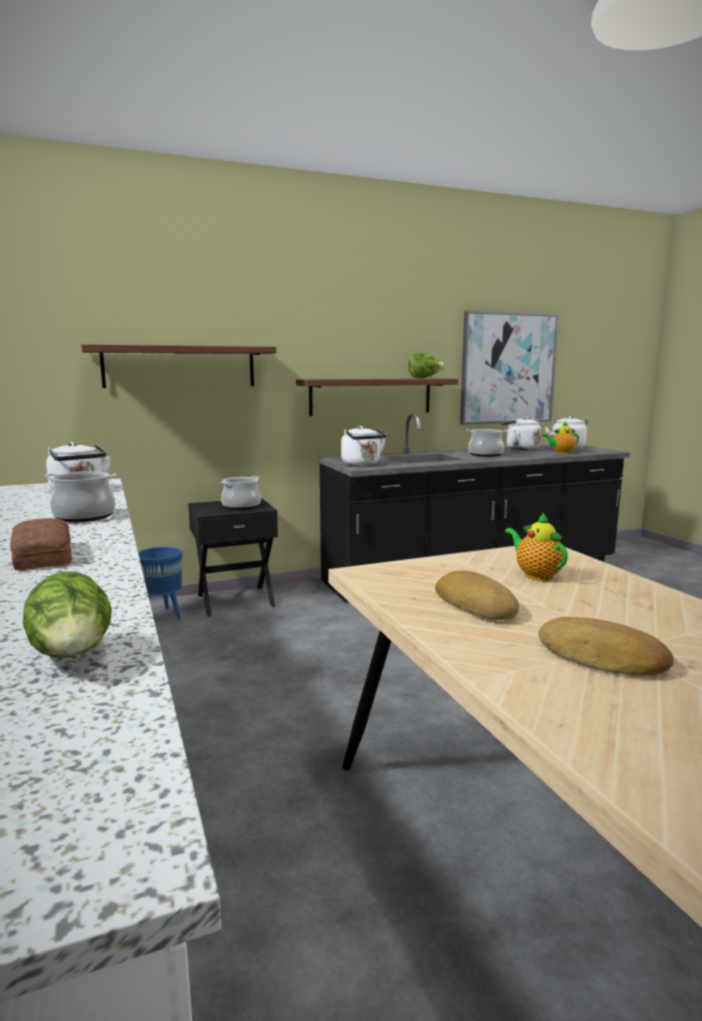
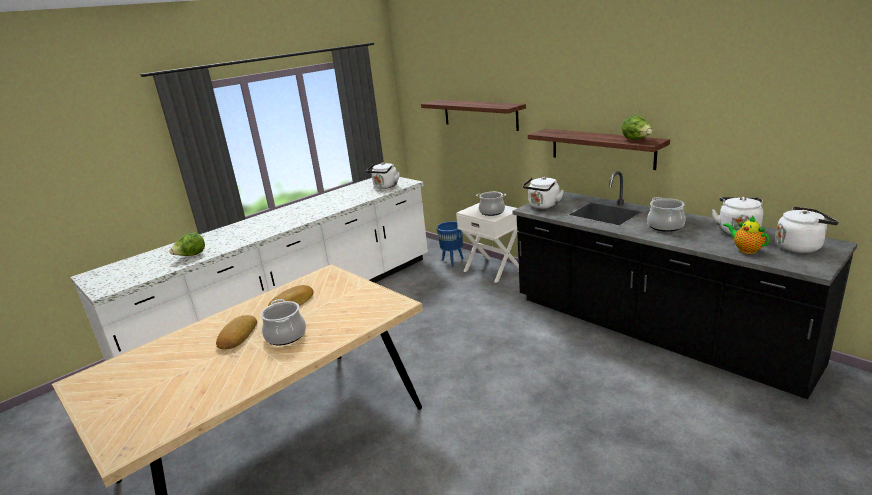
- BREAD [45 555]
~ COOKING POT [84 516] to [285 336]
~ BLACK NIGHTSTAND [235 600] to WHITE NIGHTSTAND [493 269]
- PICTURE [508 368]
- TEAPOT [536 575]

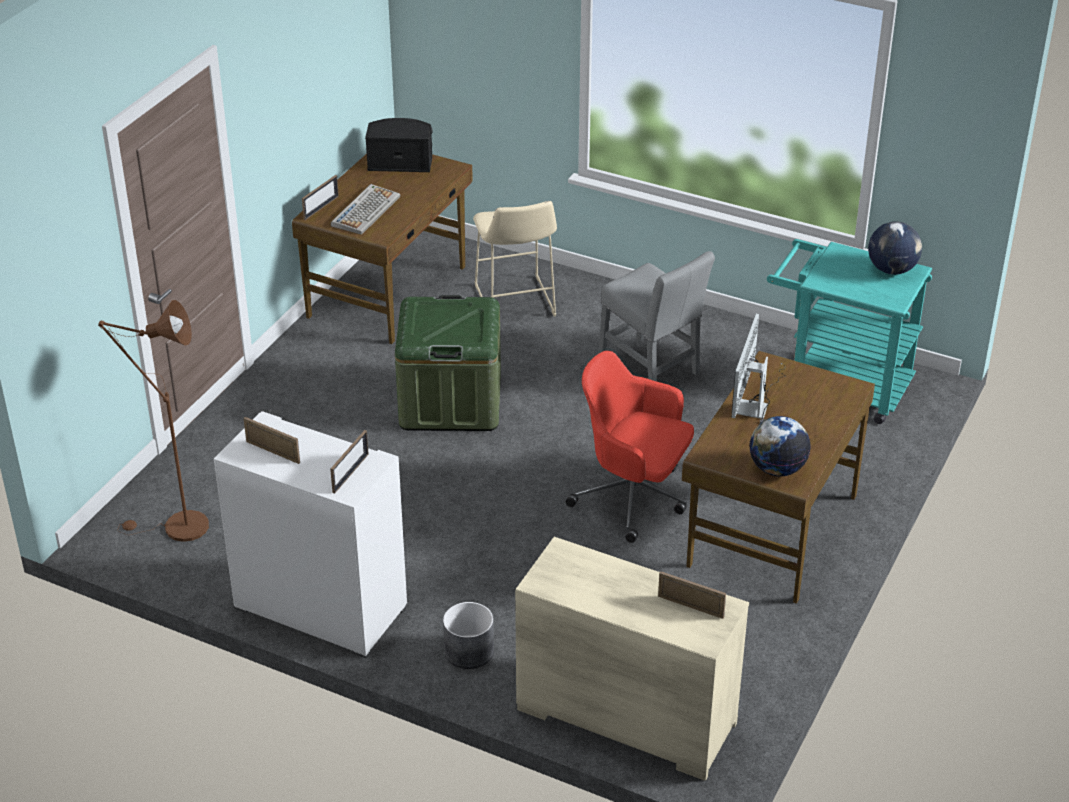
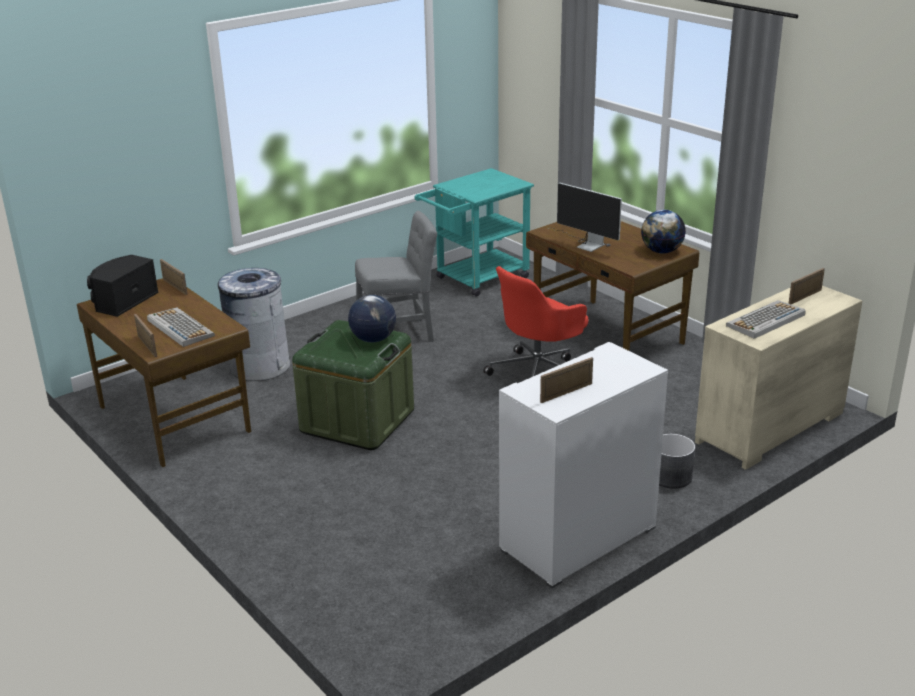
- BROWN FLOOR LAMP [177 528]
~ PICTURE FRAME [350 473] to [175 287]
~ BEIGE STOOL [515 304] to GREY TRASH CAN [260 366]
~ GLOBE [892 270] to [373 339]
+ KEYBOARD [765 321]

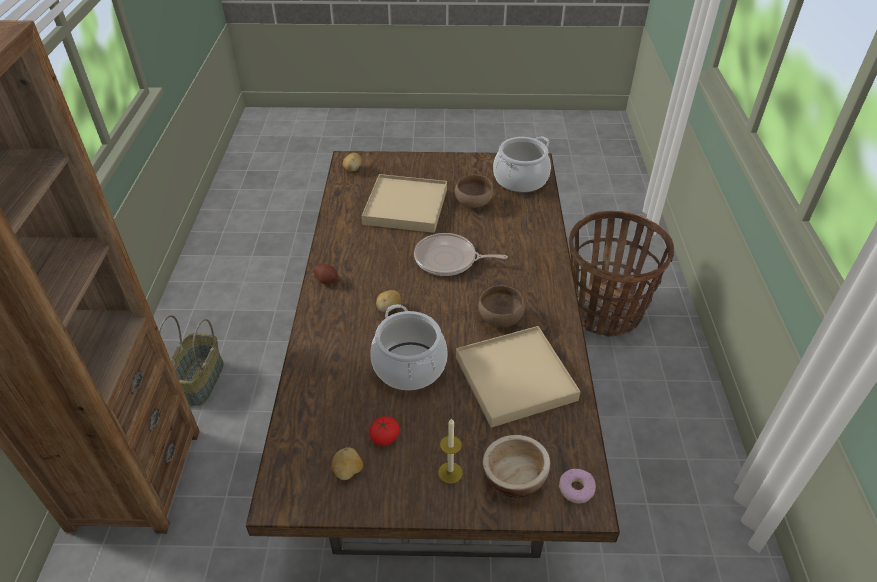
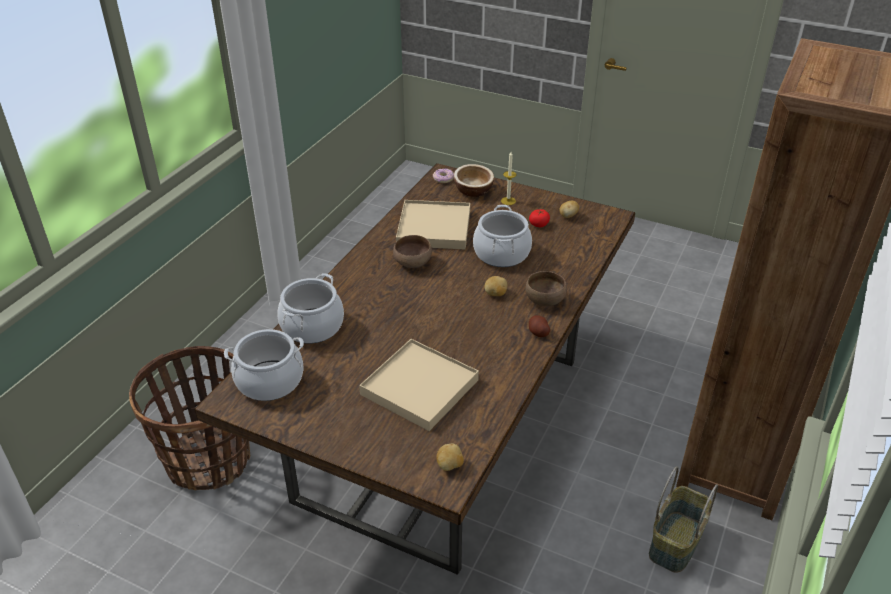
- FRYING PAN [449 260]
~ BROWN BOWL [474 203] to [544 299]
+ COOKING POT [312 326]

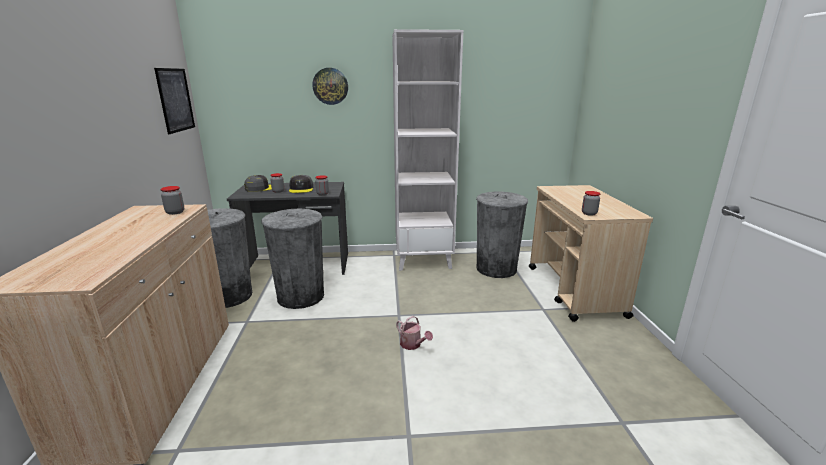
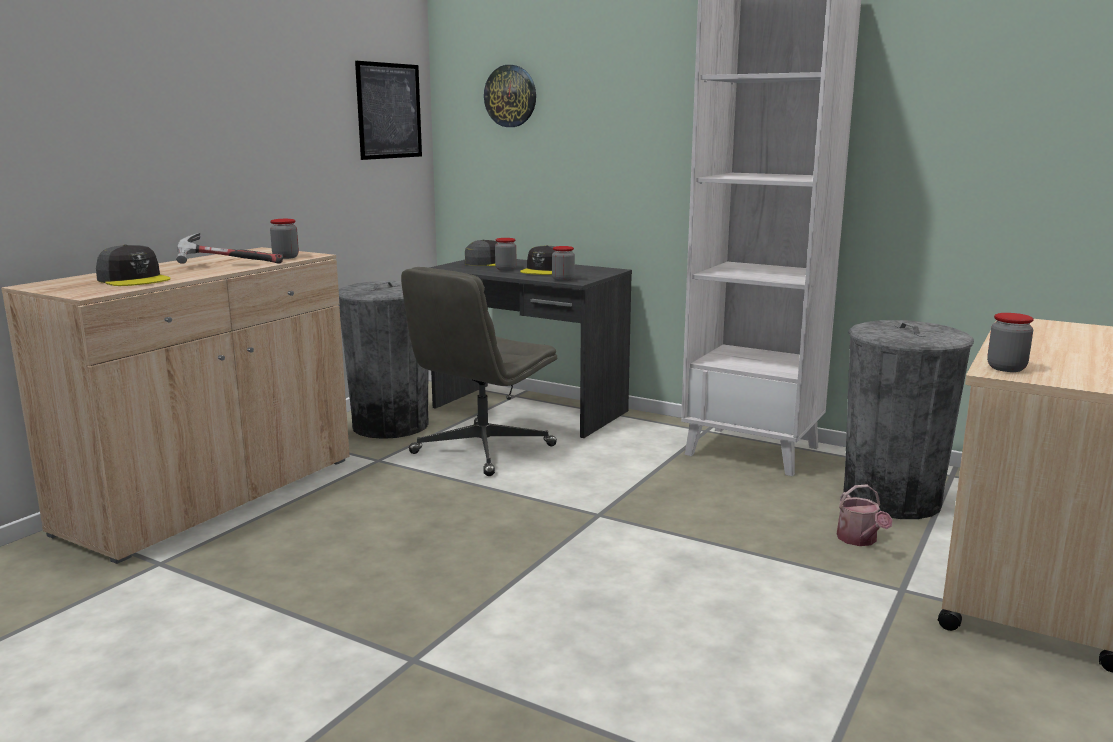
~ GREY TRASH CAN [300 296] to GREY OFFICE CHAIR [482 450]
~ WALL CLOCK [330 86] to [510 96]
~ WATERING CAN [413 345] to [859 540]
+ GREY CAP [134 279]
+ HAMMER [227 265]

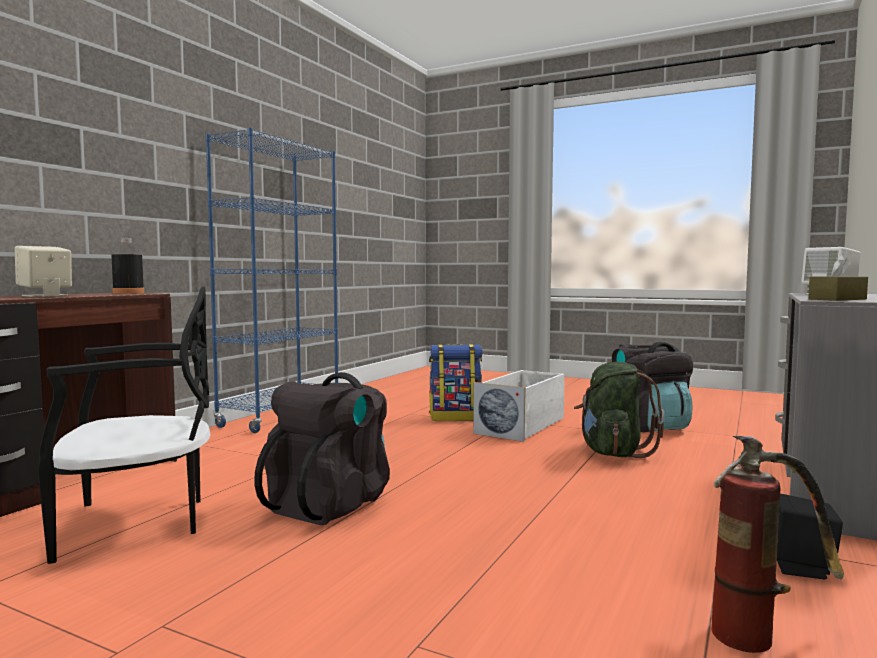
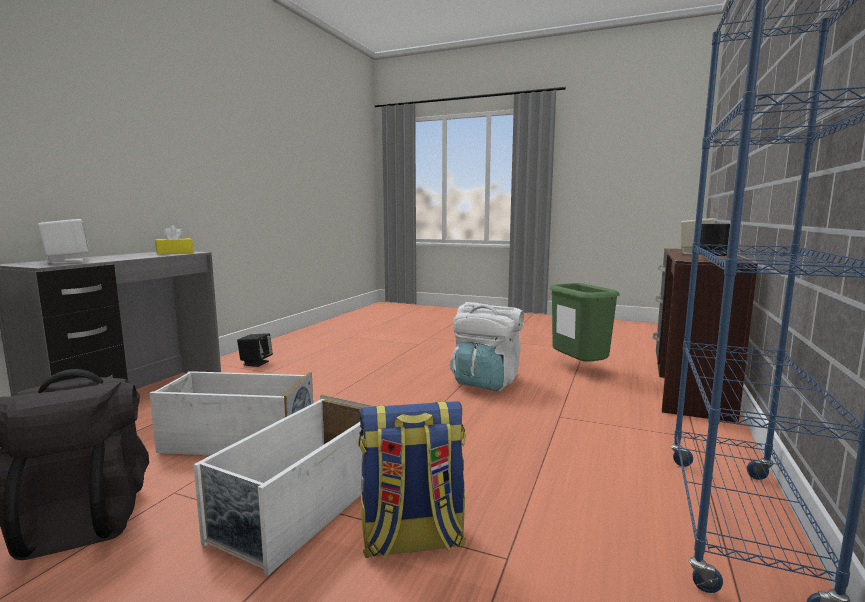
~ BLACK CHAIR [138 523] to GREEN TRASH CAN [577 369]
~ BLACK BACKPACK [330 504] to WHITE BACKPACK [486 382]
~ GREEN BACKPACK [613 452] to WHITE STORAGE BOX [237 441]
- FIRE EXTINGUISHER [757 630]
~ BROWN TISSUE BOX [837 299] to YELLOW TISSUE BOX [175 253]

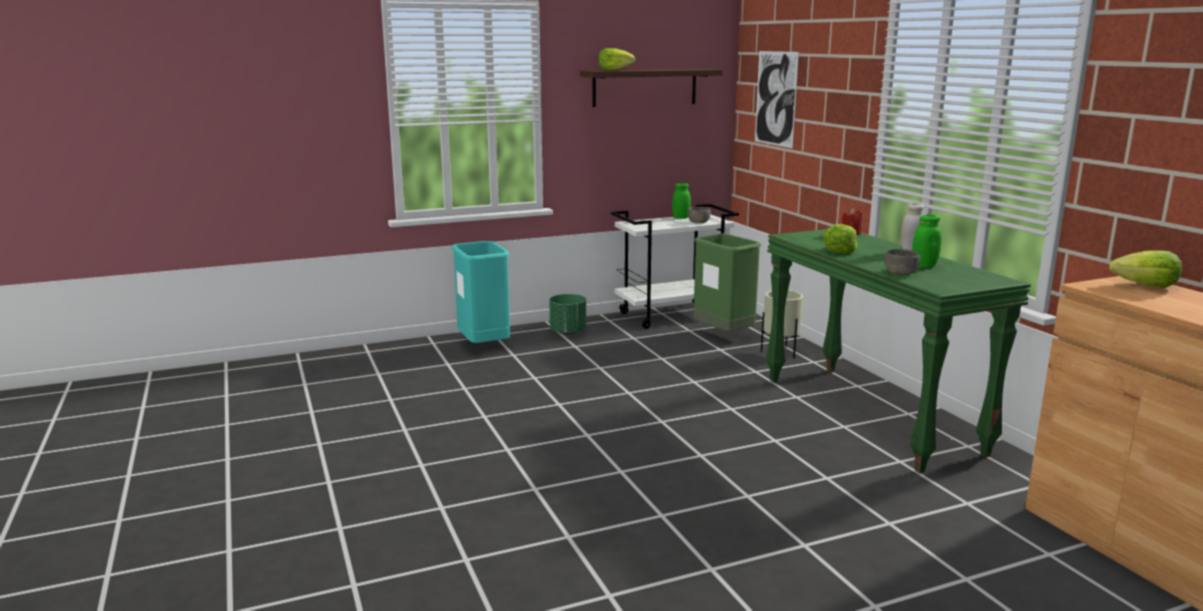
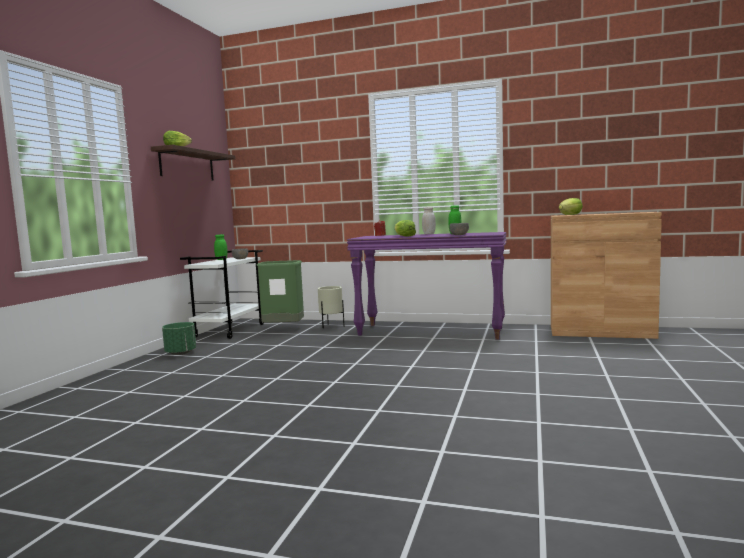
- TURQUOISE TRASH CAN [484 346]
- PICTURE [775 98]
~ GREEN CONSOLE TABLE [871 414] to PURPLE CONSOLE TABLE [430 331]

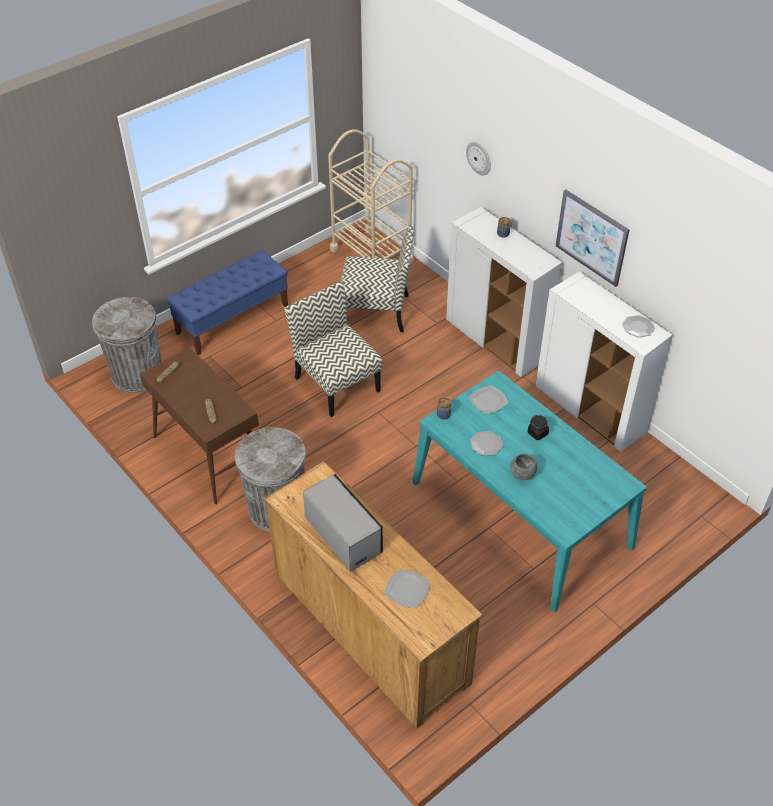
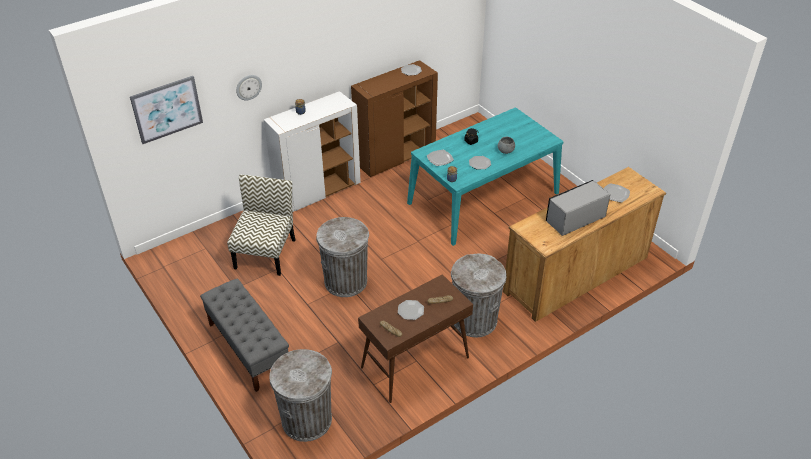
~ BLUE BENCH [233 319] to GREY BENCH [248 348]
~ CHAIR [336 383] to GREY TRASH CAN [345 281]
- BEIGE CART [371 255]
~ WHITE CABINET [591 410] to BROWN CABINET [395 157]
~ PICTURE [591 237] to [167 109]
+ PLATE [410 310]

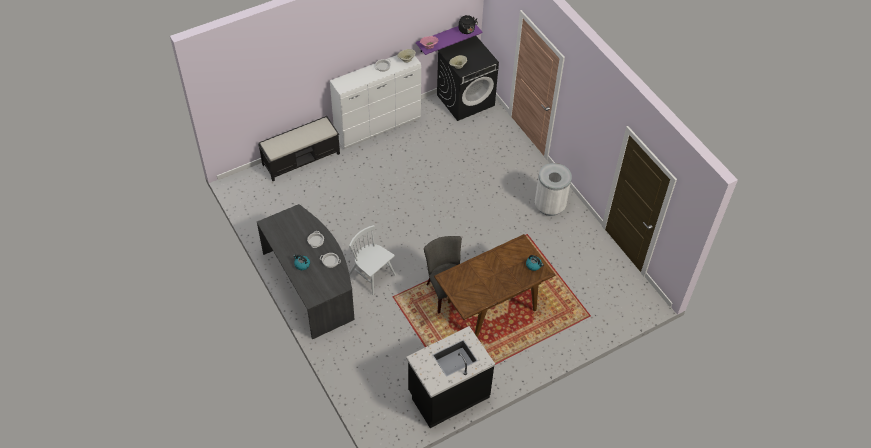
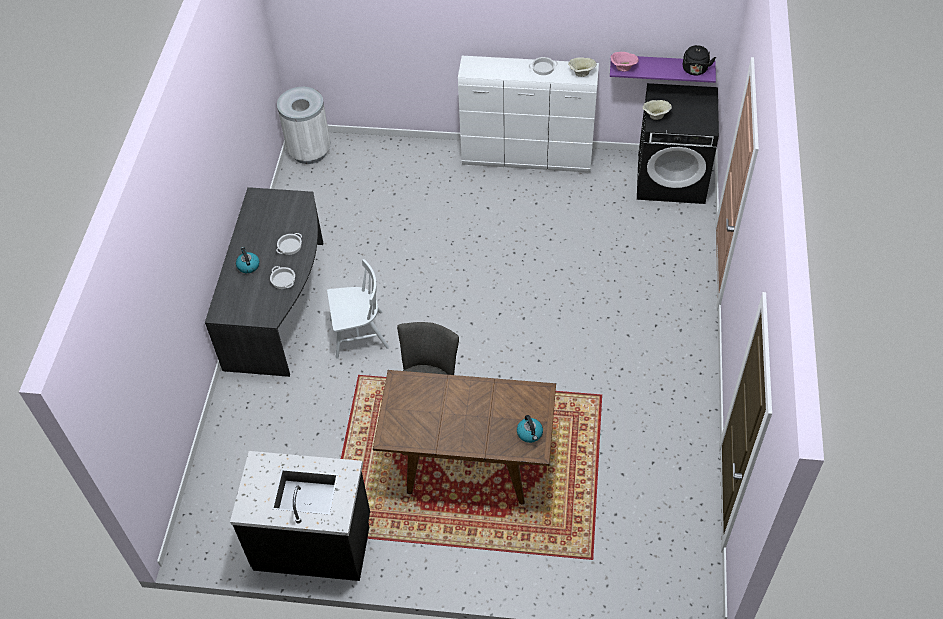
- BLACK BENCH [301 159]
~ WHITE CHAIR [372 275] = [358 334] 90 degrees clockwise
~ WHITE TRASH CAN [550 206] to [309 151]

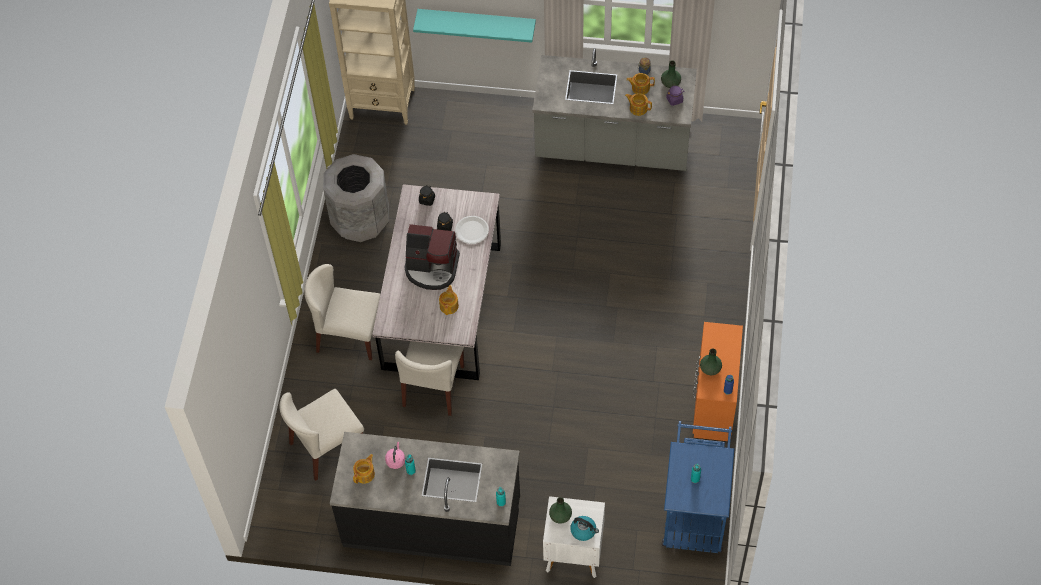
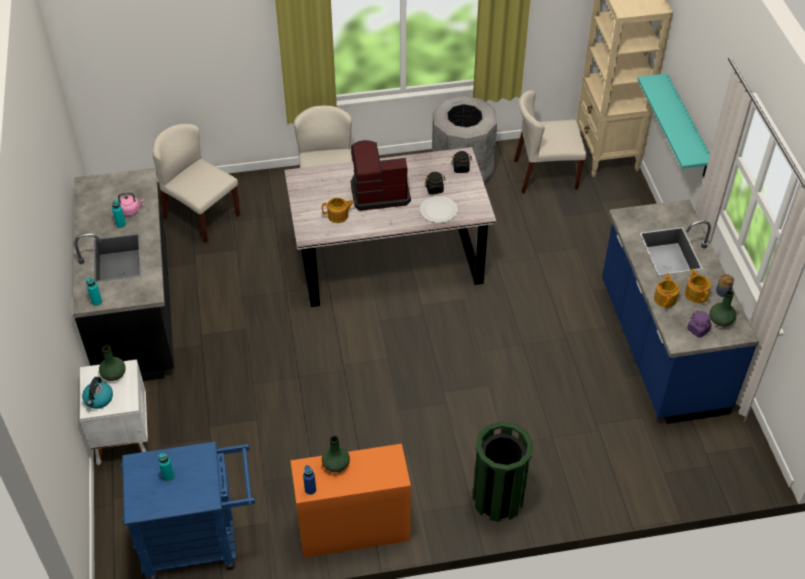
- TEAPOT [365 474]
~ BEIGE CHAIR [434 386] to [545 175]
~ COFFEE MACHINE [432 268] = [379 192] 90 degrees clockwise
~ GREY COUNTER [613 146] to BLUE COUNTER [660 347]
+ GREEN TRASH CAN [498 499]

